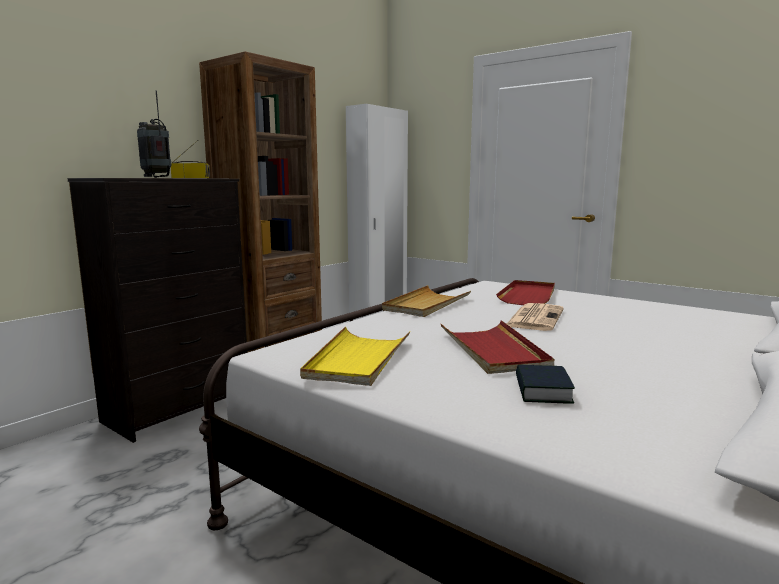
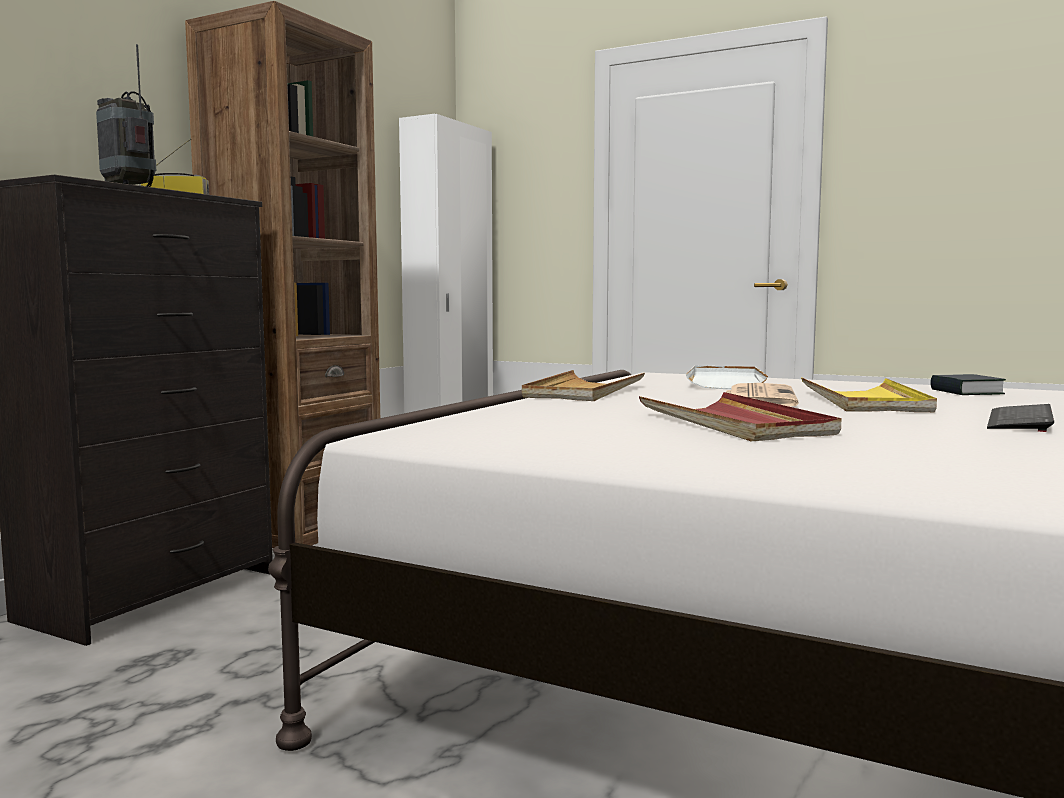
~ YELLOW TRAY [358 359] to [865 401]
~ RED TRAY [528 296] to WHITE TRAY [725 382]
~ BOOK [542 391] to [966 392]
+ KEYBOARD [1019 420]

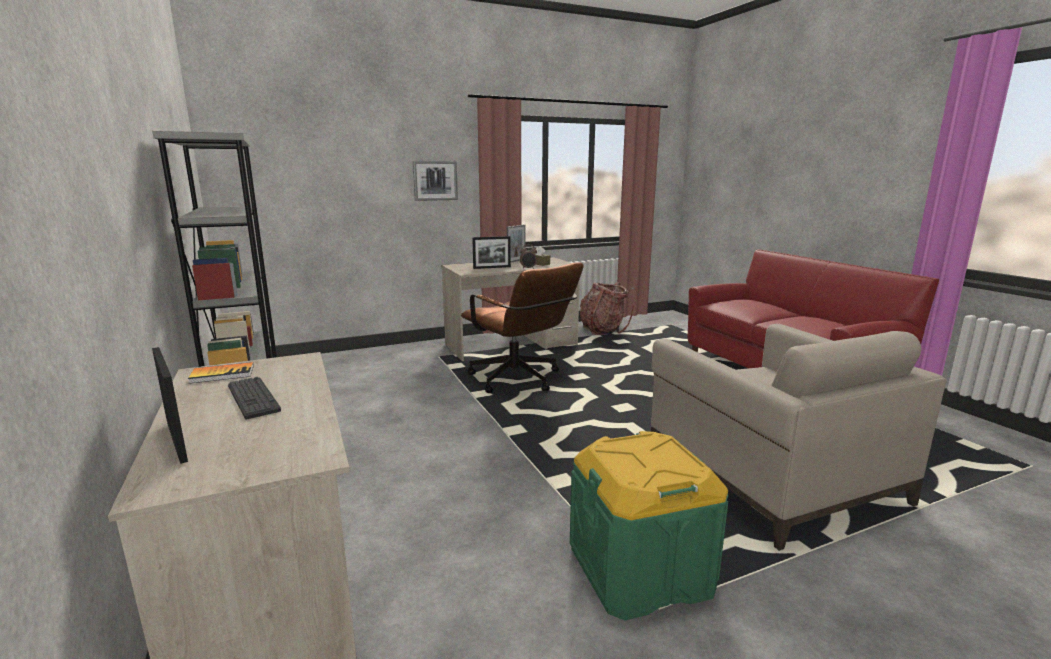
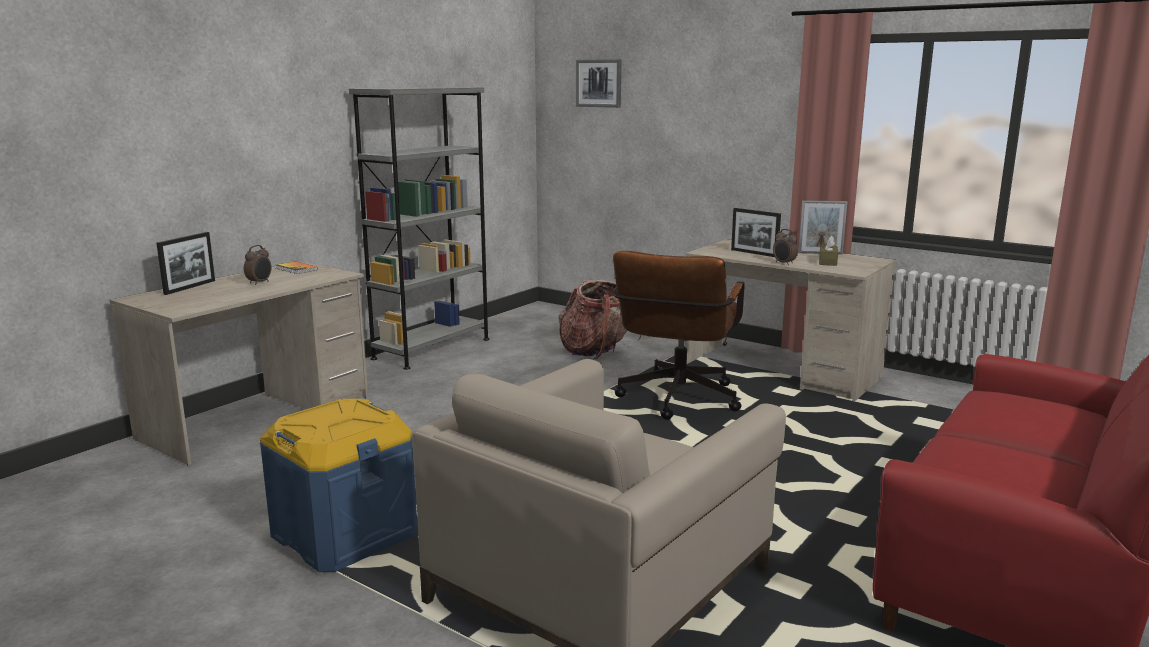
~ KEYBOARD [253 398] to ALARM CLOCK [260 283]
~ PICTURE [435 180] to [599 83]
~ GREEN STORAGE BOX [640 569] to BLUE STORAGE BOX [344 534]
~ BACKPACK [603 330] to [598 351]

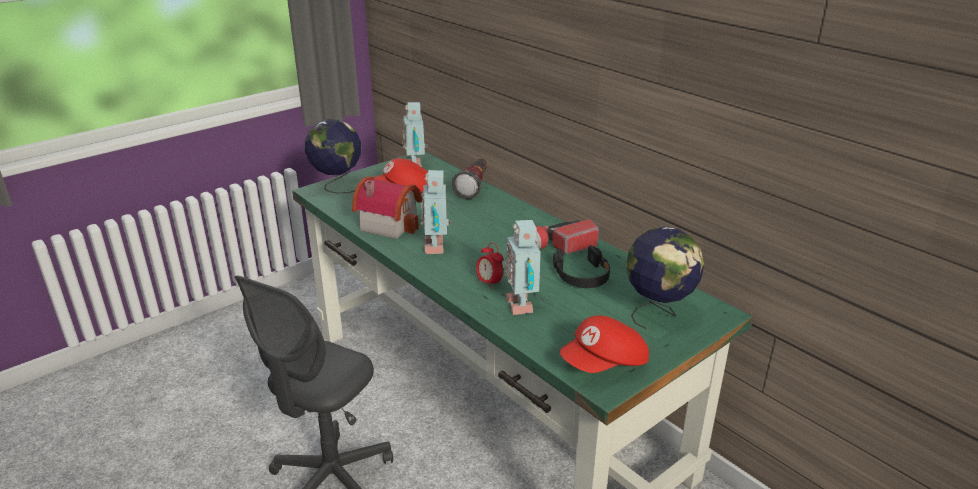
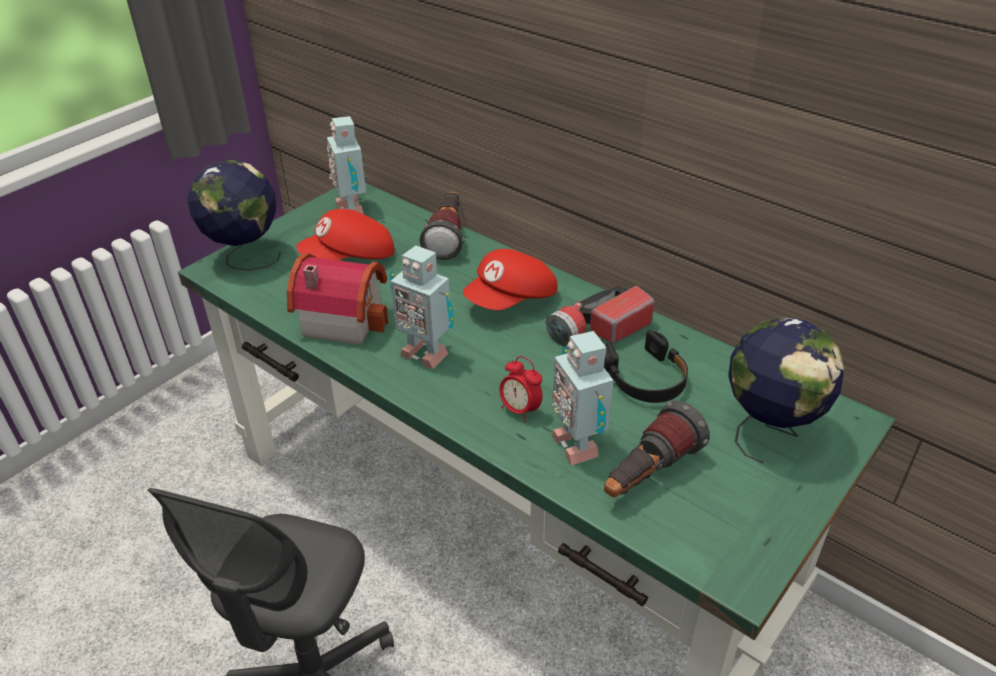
~ TOY ROBOT [437 247] = [425 352] 45 degrees counterclockwise
~ RED CAP [605 364] to [512 300]
+ FLASHLIGHT [648 475]

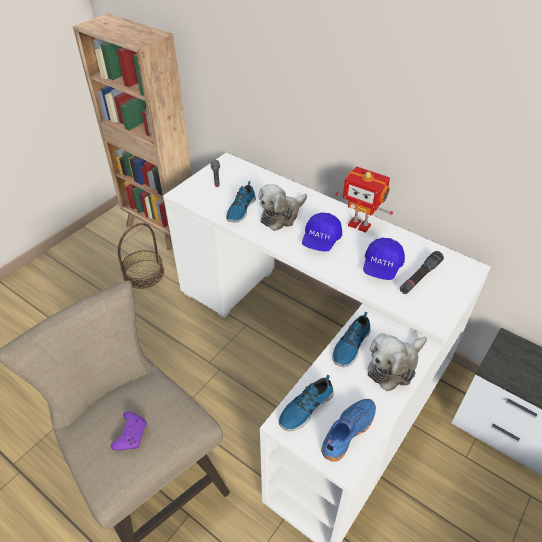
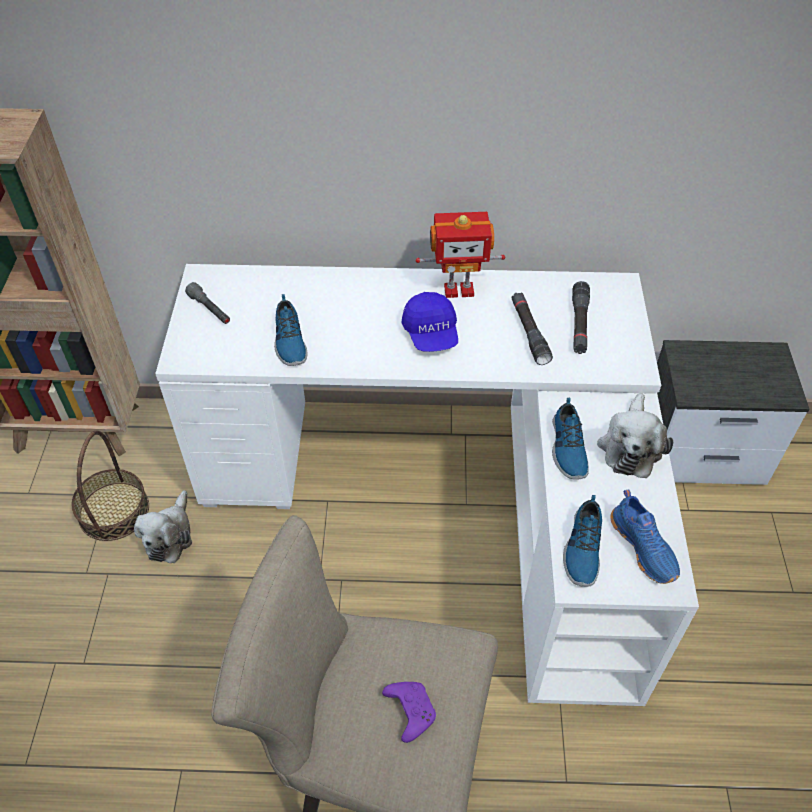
~ PLUSH TOY [281 215] to [170 535]
~ BLUE SHOE [346 431] = [644 547] 150 degrees clockwise
~ BLUE CAP [381 267] to BLACK FLASHLIGHT [529 333]

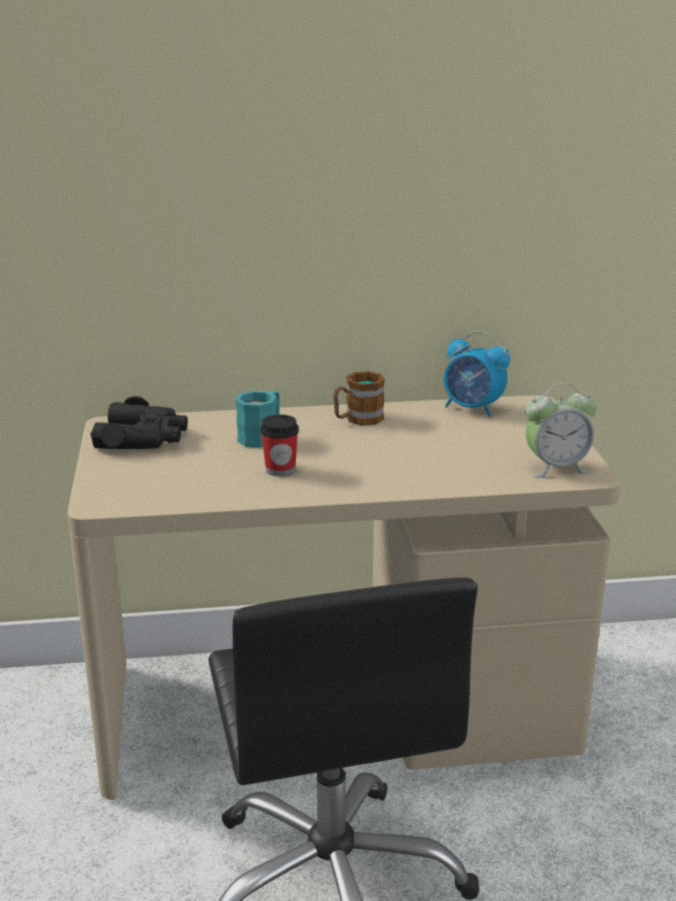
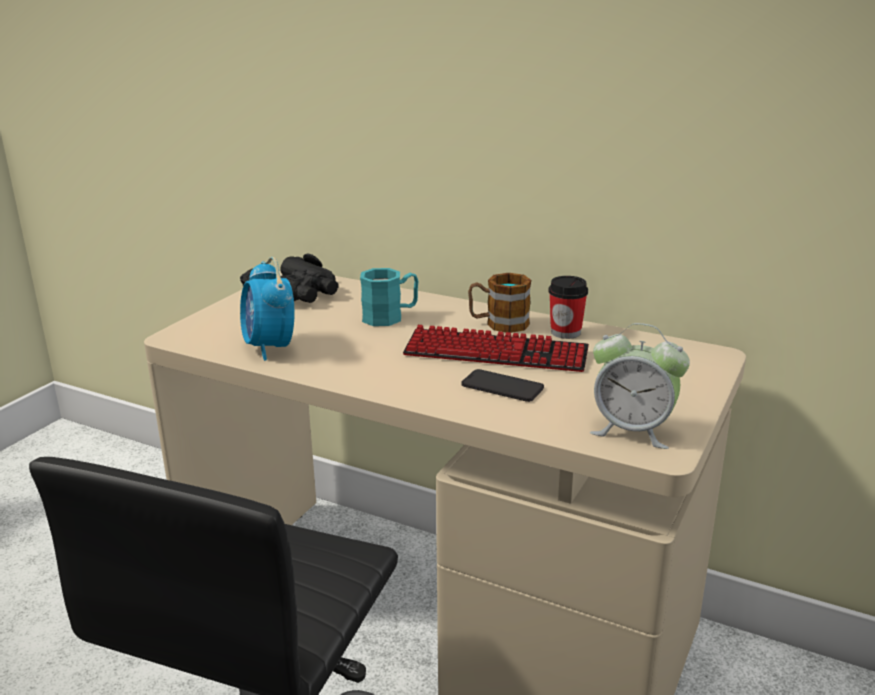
~ CUP [280 470] to [565 332]
~ ALARM CLOCK [473 409] to [270 348]
+ KEYBOARD [495 353]
+ PHONE [502 386]

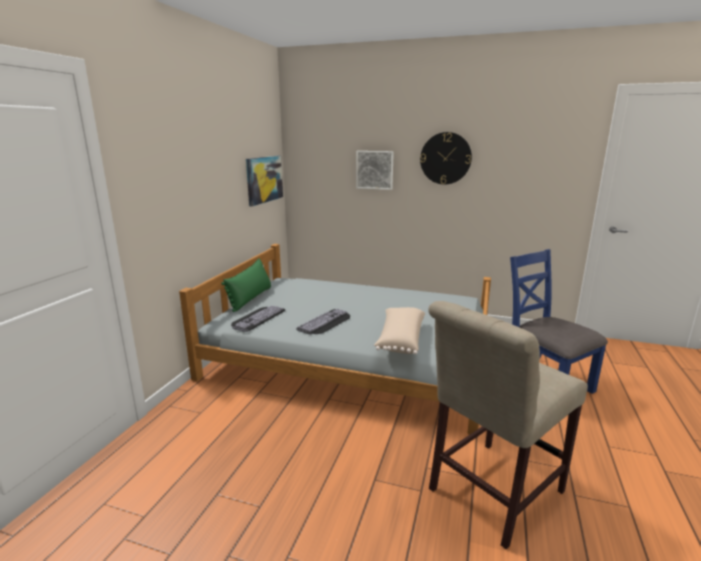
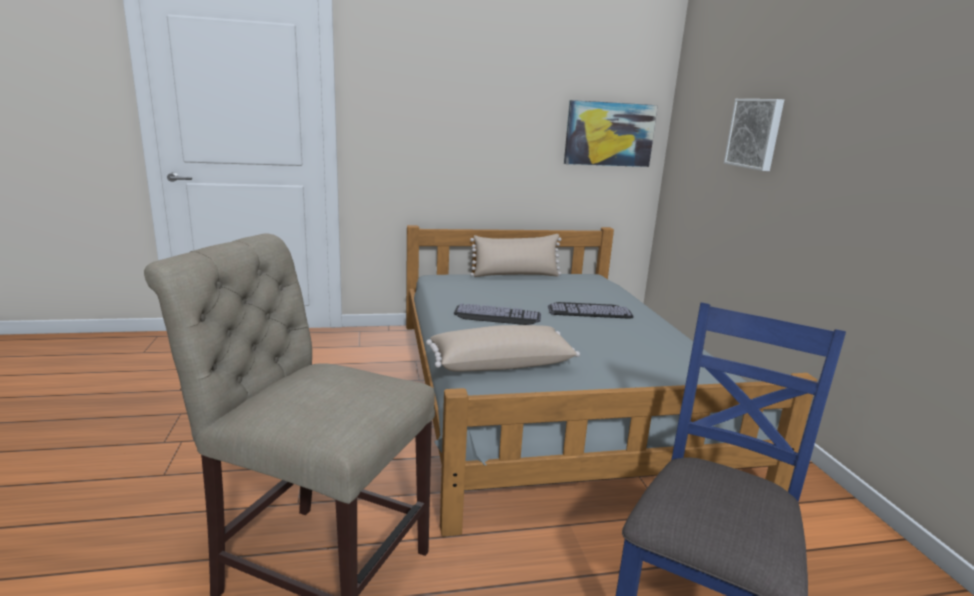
~ GREEN PILLOW [250 298] to BEIGE PILLOW [515 275]
~ KEYBOARD [257 318] to [589 310]
- WALL CLOCK [445 158]

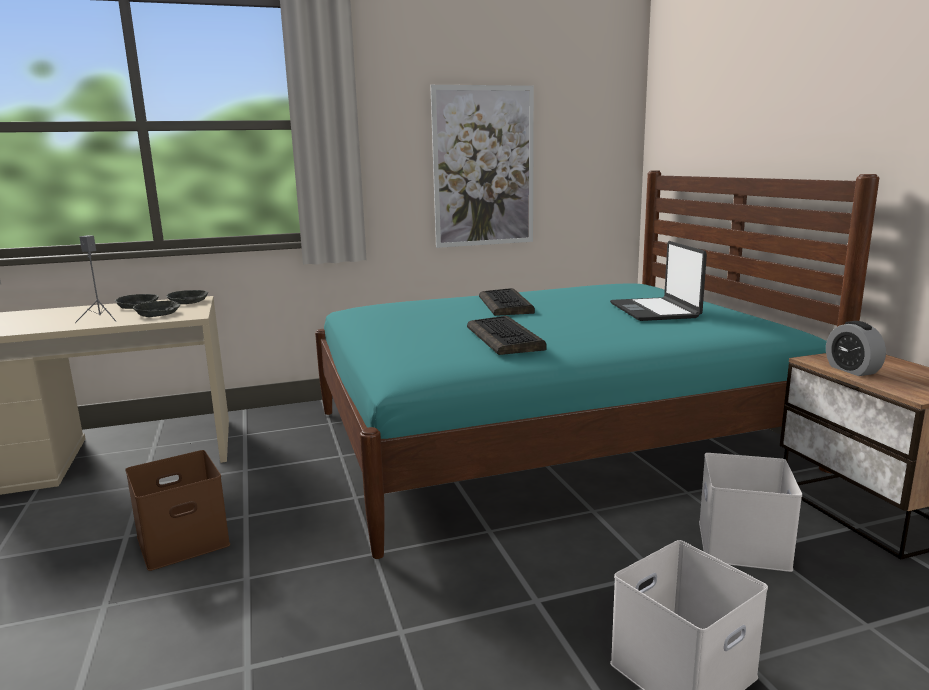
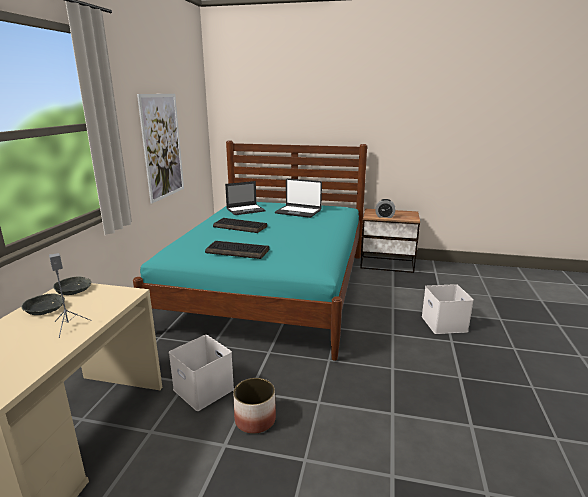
~ BROWN STORAGE BOX [184 539] to PLANTER [255 419]
- GREY BOWL [158 314]
~ KEYBOARD [505 338] to [238 251]
~ WHITE STORAGE BOX [745 545] to [205 389]
+ LAPTOP [246 210]

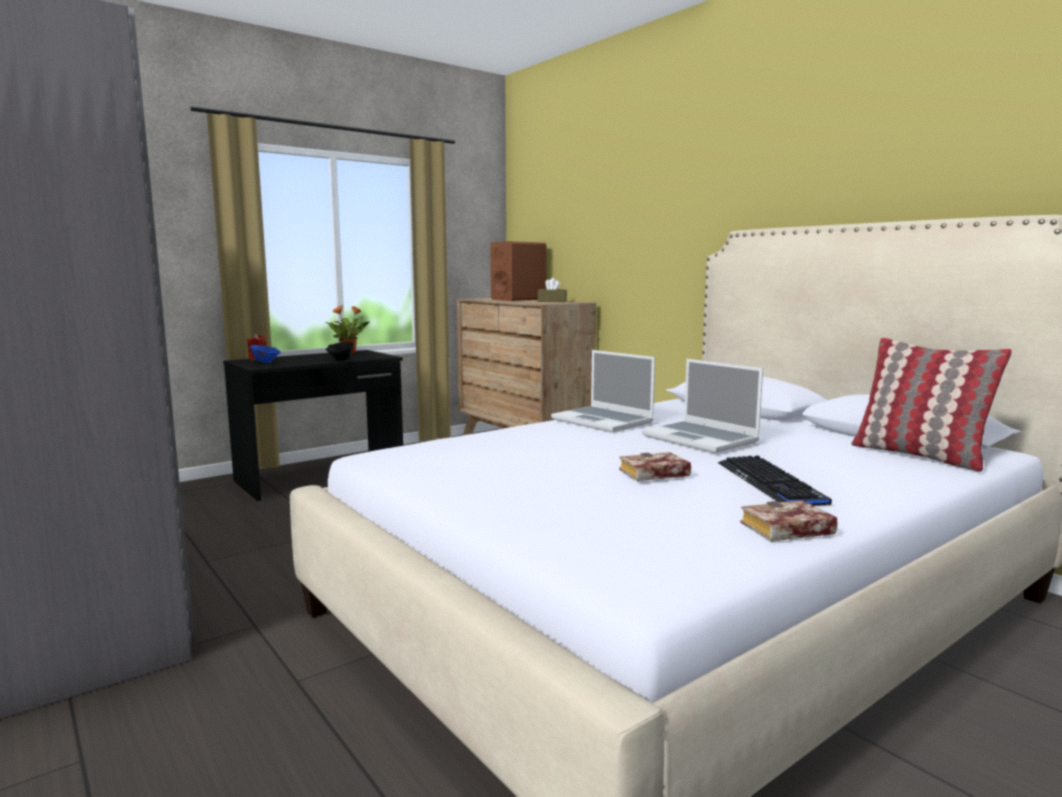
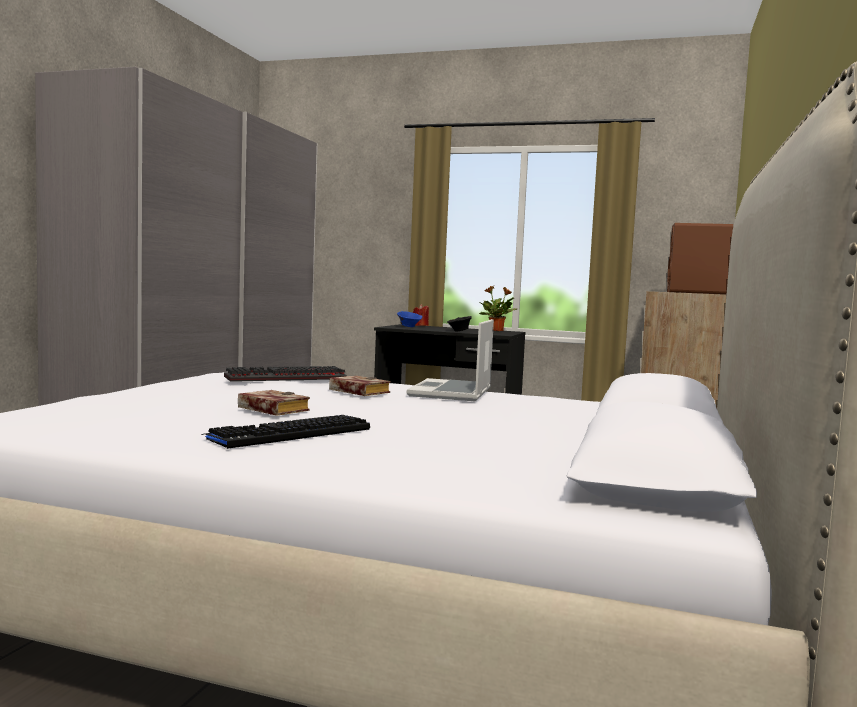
- BROWN TISSUE BOX [552 301]
- LAPTOP [701 439]
~ BOOK [785 530] to [356 391]
- PILLOW [919 455]
+ KEYBOARD [284 378]

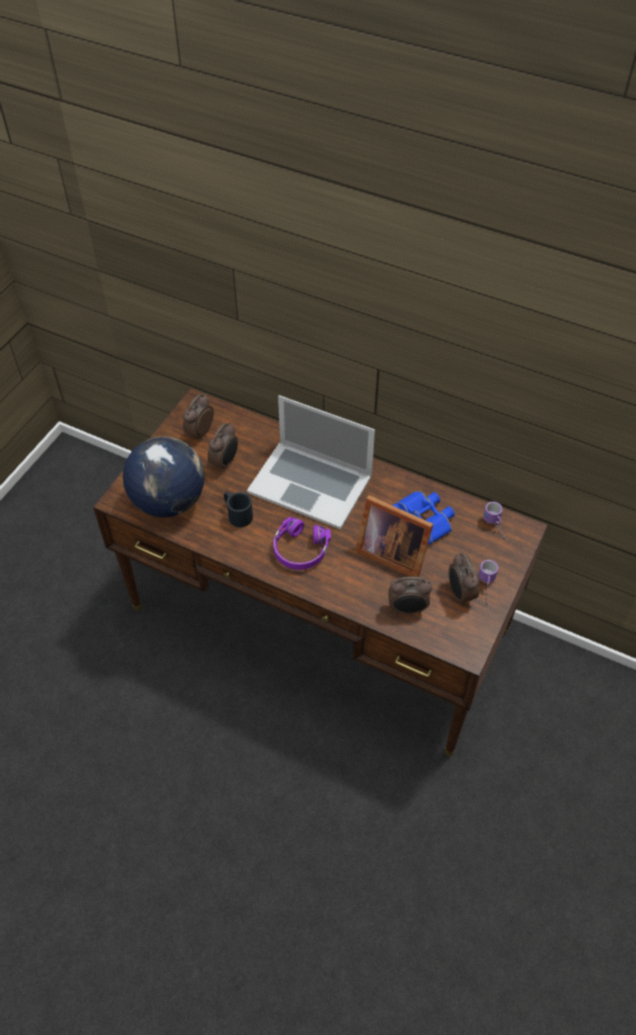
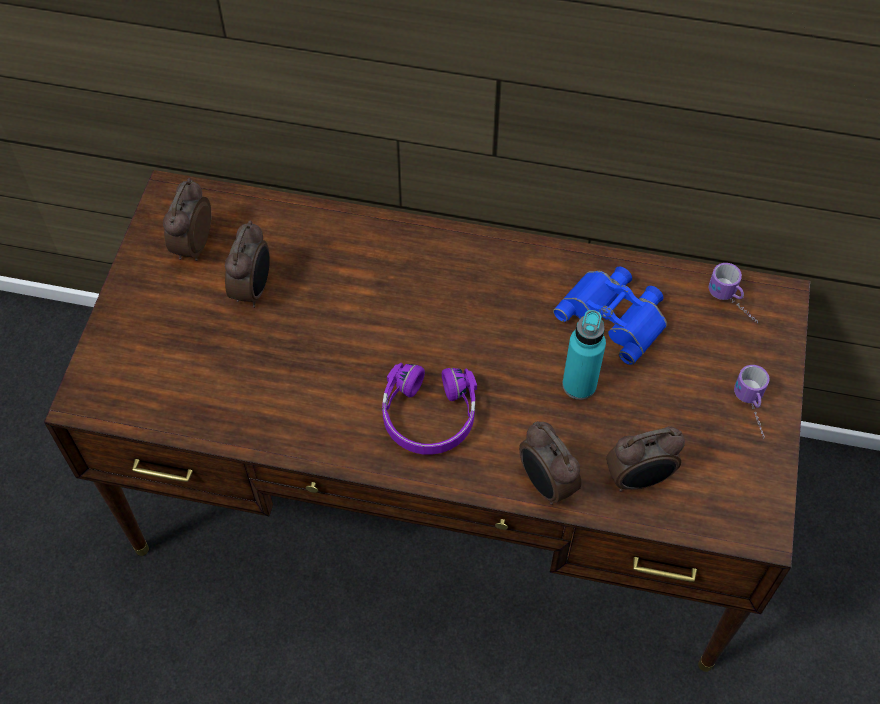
- GLOBE [168 501]
- BLACK MUG [237 514]
- LAPTOP [310 483]
~ PICTURE FRAME [390 552] to TURQUOISE BOTTLE [579 385]
~ ALARM CLOCK [460 593] to [545 484]

